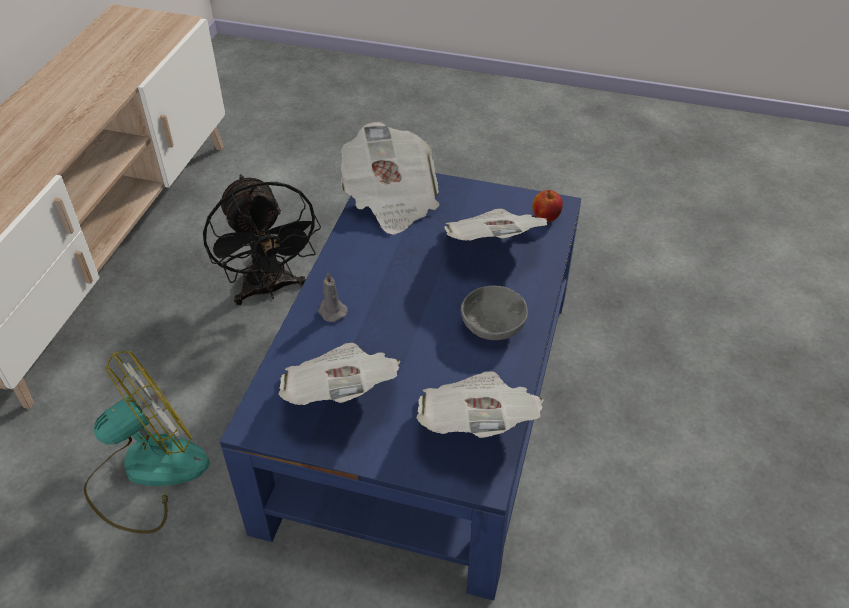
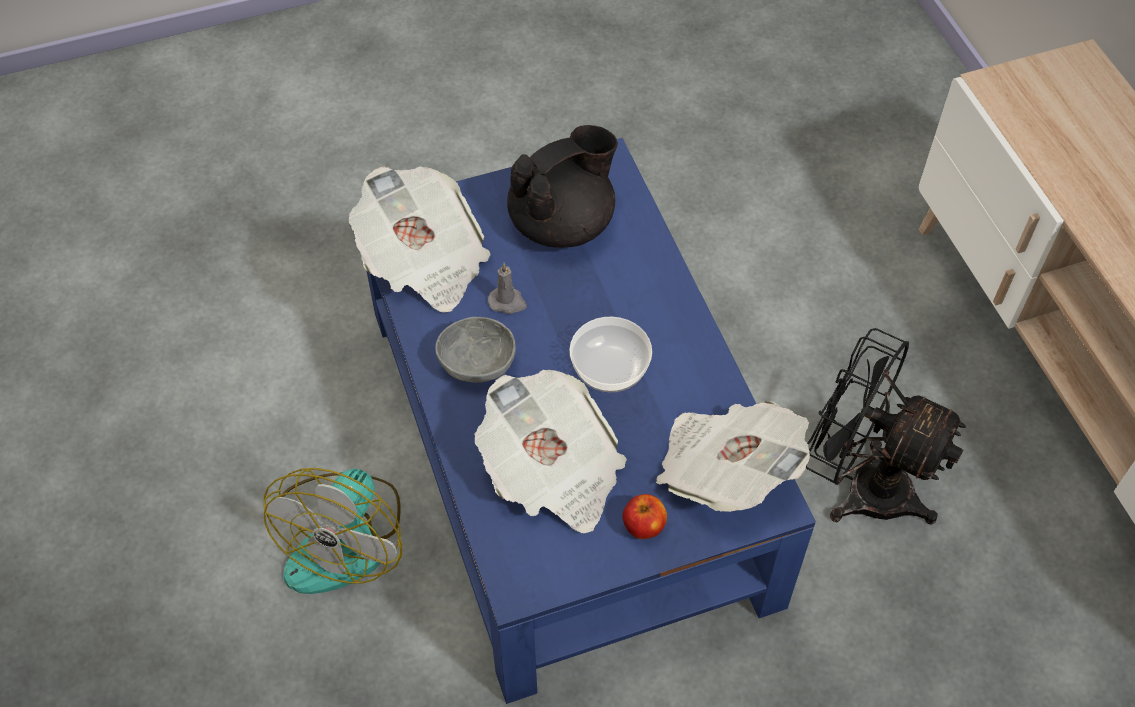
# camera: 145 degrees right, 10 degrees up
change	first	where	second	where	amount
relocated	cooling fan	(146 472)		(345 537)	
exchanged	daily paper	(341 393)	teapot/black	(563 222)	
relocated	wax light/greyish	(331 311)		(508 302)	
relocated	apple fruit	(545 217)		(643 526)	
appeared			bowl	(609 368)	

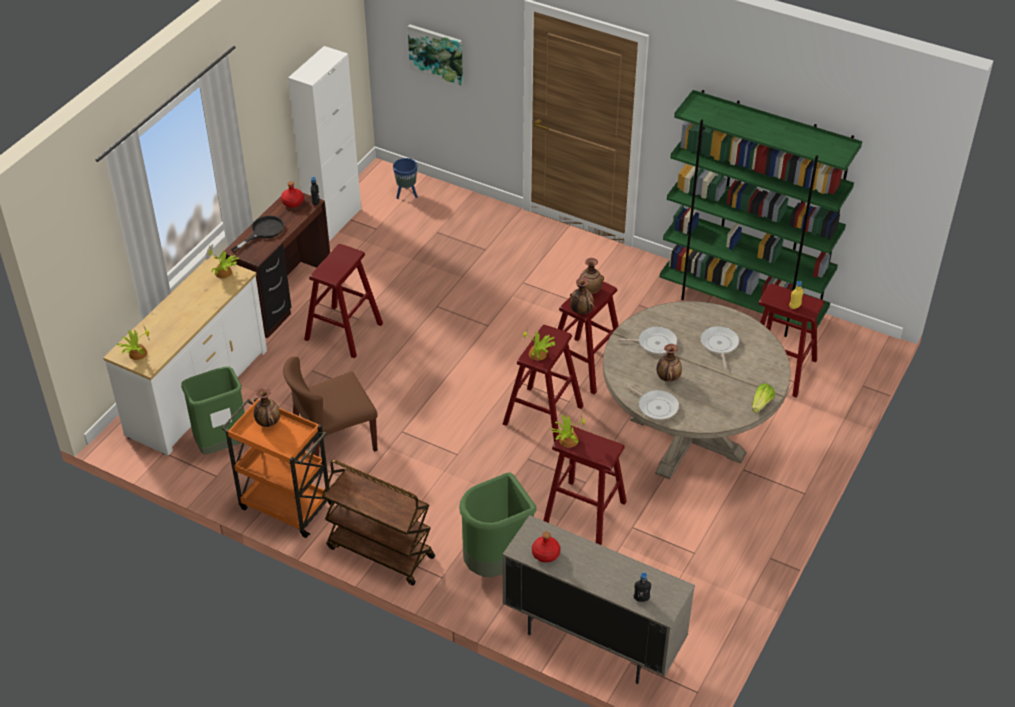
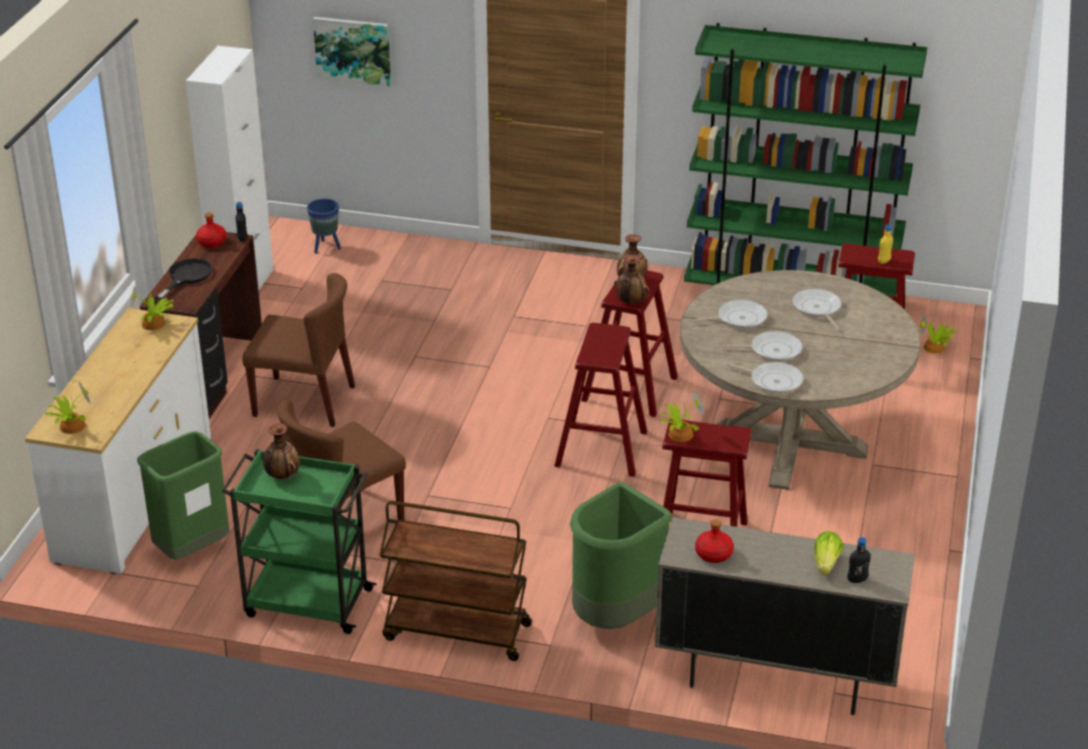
# camera: 15 degrees left, 10 degrees down
change	first	where	second	where	amount
colour	cart/orange	(285 505)	cart/green-coloured	(306 602)	
exchanged	sitting stool/red-coloured	(343 331)	plain chair/brown	(305 401)	
relocated	plant in a pot	(538 354)		(935 348)	
exchanged	flower vase	(668 377)	frying pan	(772 350)	
relocated	head of lettuce	(761 404)		(826 563)	

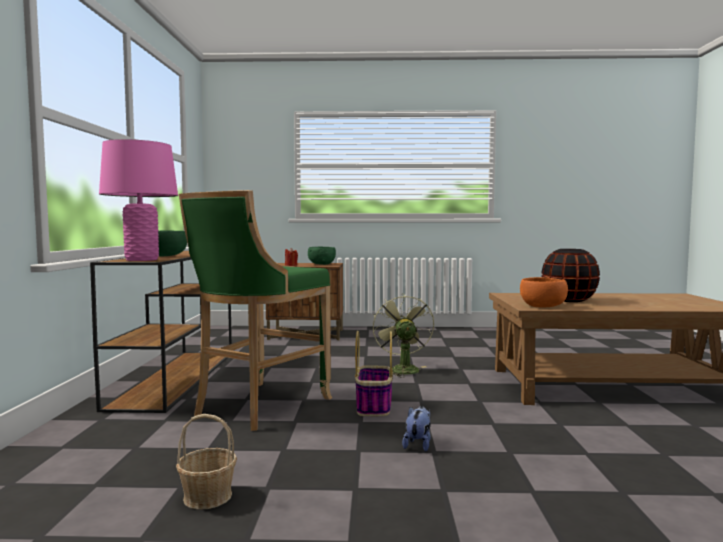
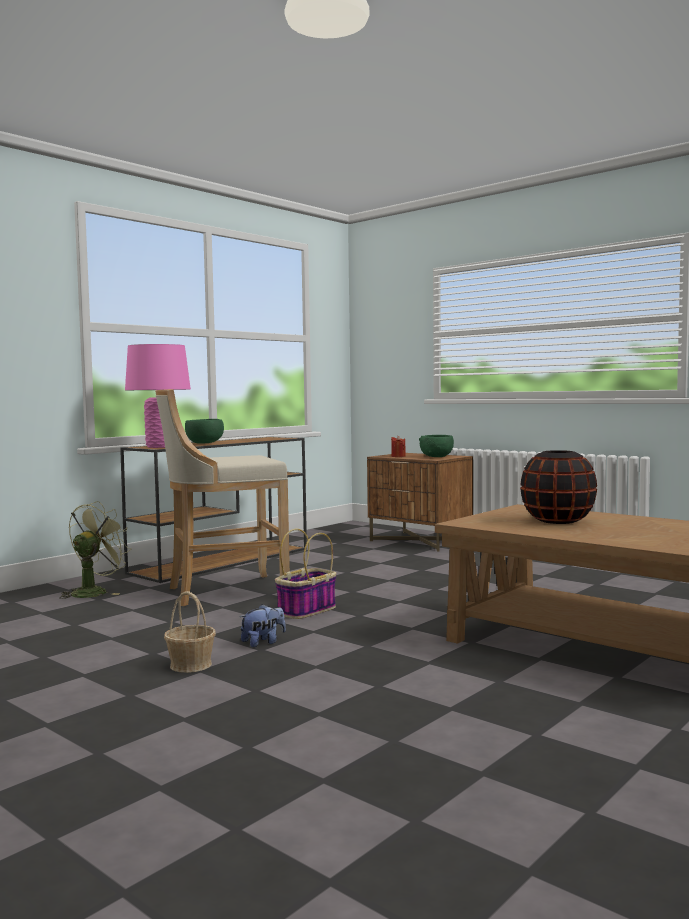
# camera: 40 degrees right, 0 degrees up
change	first	where	second	where	amount
relocated	storage basket	(207 496)		(191 665)	
colour	sitting stool/green-coloured	(258 407)	sitting stool/beige-coloured	(223 592)	
relocated	cooling fan/green-coloured	(402 369)		(94 592)	
missing	bowl/orange	(543 306)			

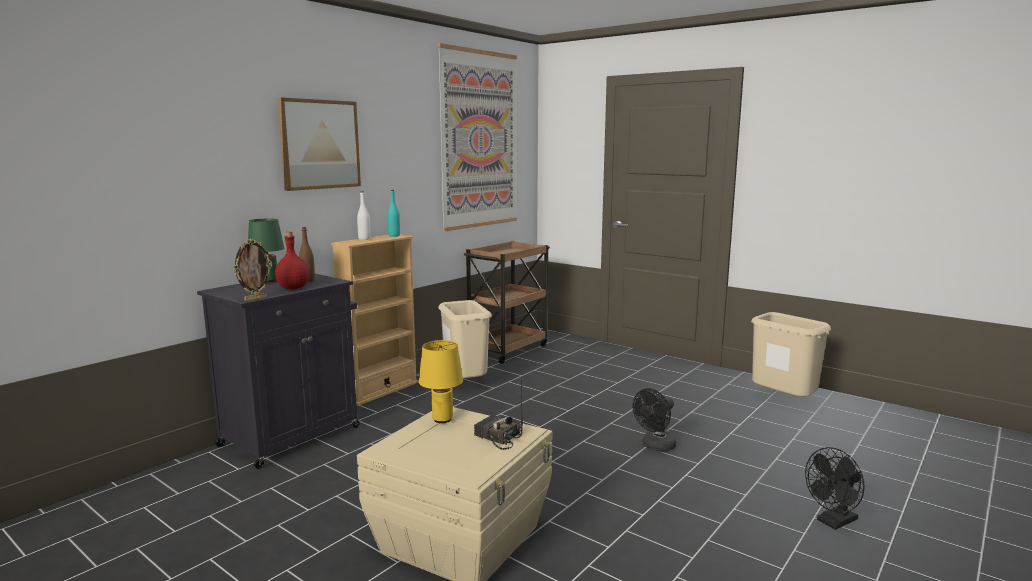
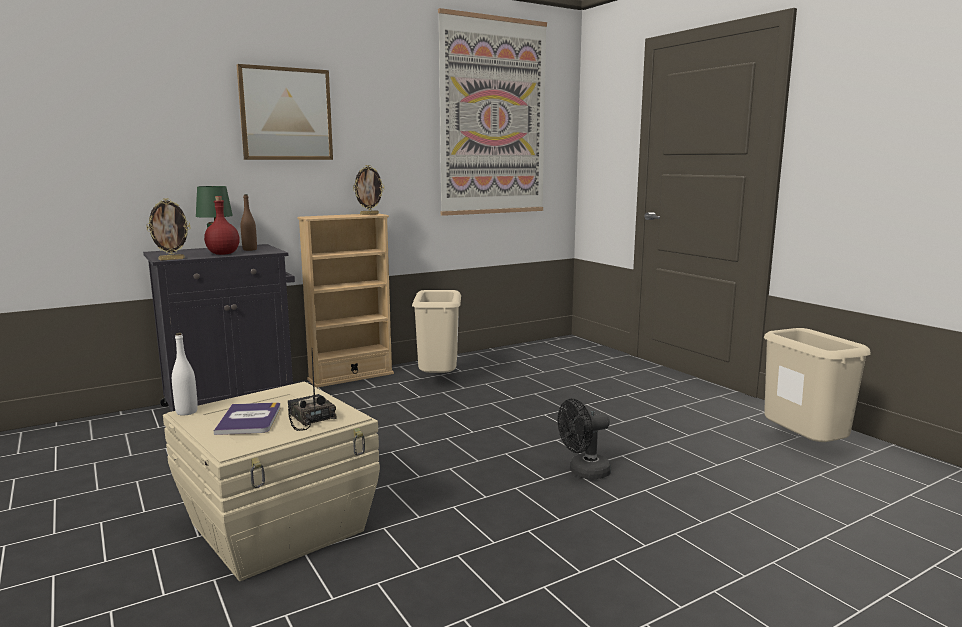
# camera: 20 degrees right, 0 degrees up
change	first	where	second	where	amount
relocated	drink bottle/white	(364 239)		(186 412)	
exchanged	drink bottle/turquoise-coloured	(394 236)	picture frame	(369 214)	
missing	table lamp/yellowish	(442 419)			
missing	cart/brown	(508 349)			
missing	cooling fan/black	(833 522)			
appeared			volume	(249 419)	

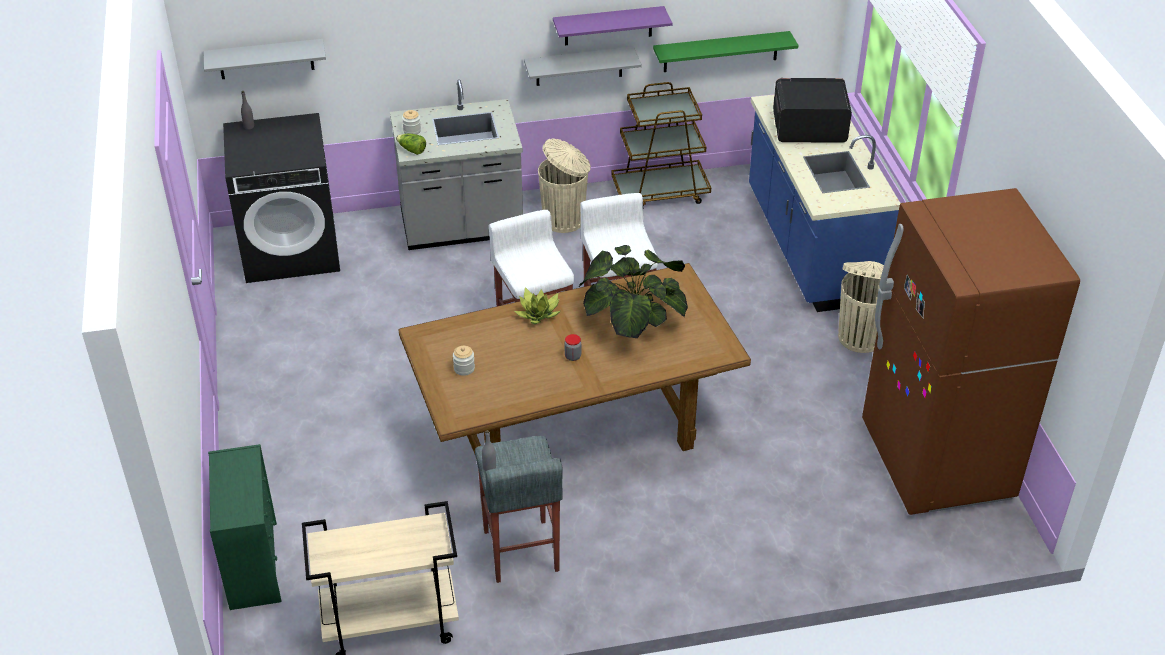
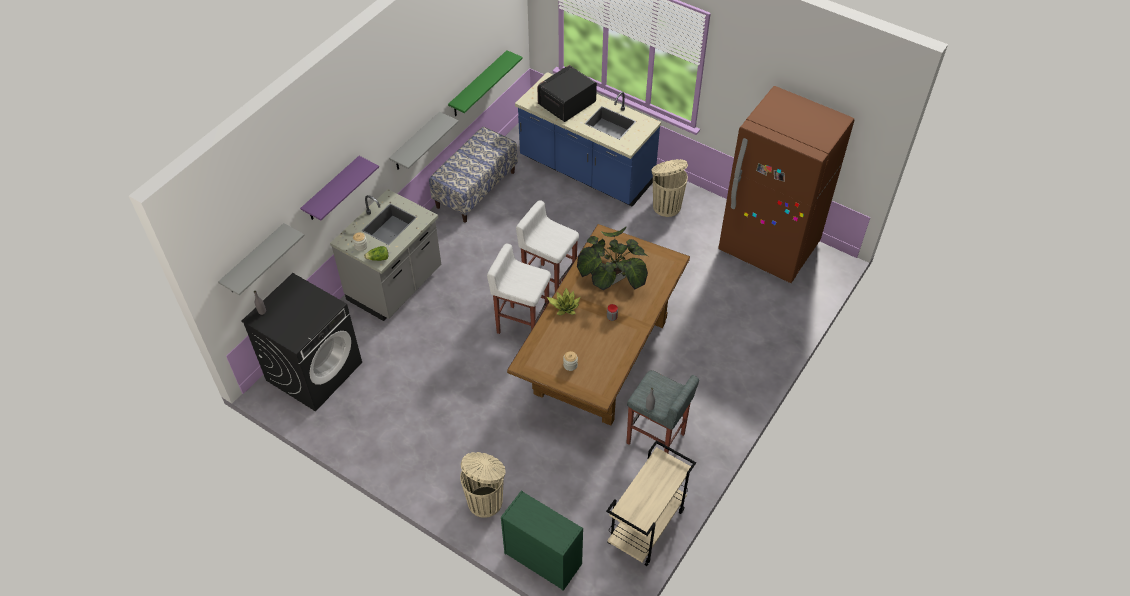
# camera: 45 degrees left, 10 degrees up
change	first	where	second	where	amount
relocated	rubbish bin/beige-coloured	(565 220)		(486 500)	
relocated	wall shelf/purplish	(608 26)		(332 190)	
exchanged	cart/brown	(661 192)	bench	(475 189)	

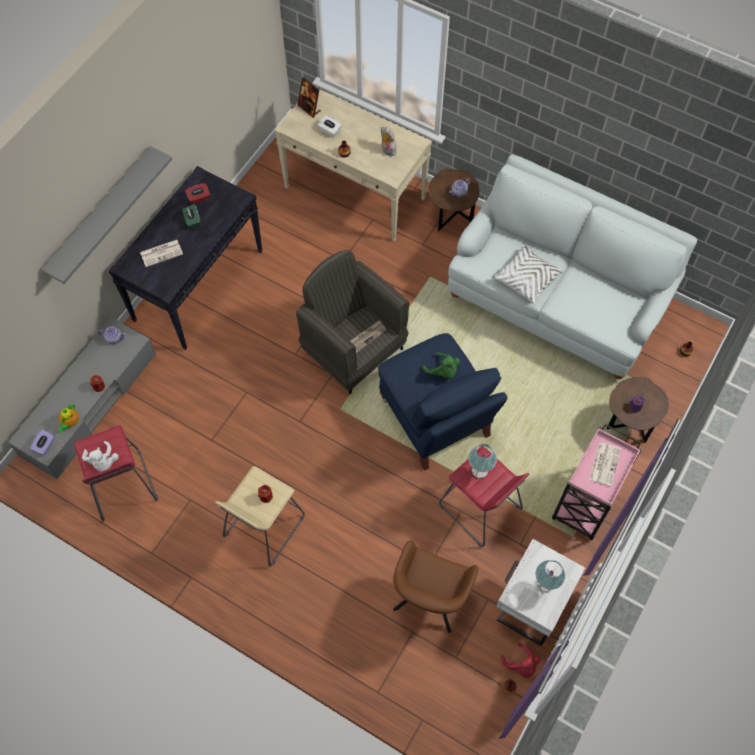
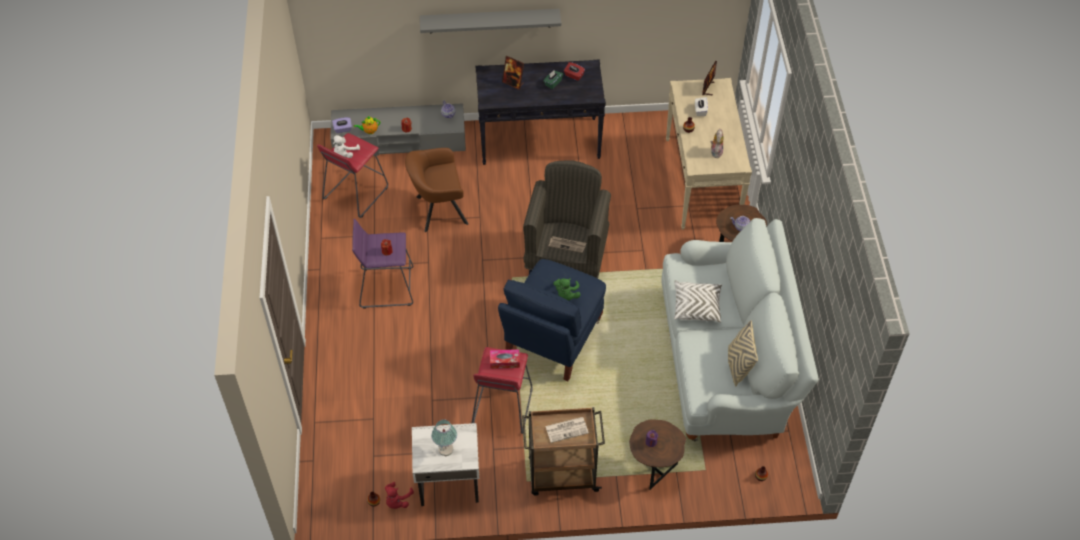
# camera: 55 degrees right, 10 degrees down
change	first	where	second	where	amount
exchanged	daily paper	(162 253)	picture frame	(513 83)	
colour	sitting stool/beige-coloured	(264 526)	sitting stool/purplish	(386 287)	
relocated	lounge chair/brown	(429 600)		(438 210)	
exchanged	table lamp	(479 470)	box of tissues	(504 361)	
colour	cart/pinkish	(585 503)	cart/brown	(561 475)	
appeared			pillow/beige-coloured	(738 366)	

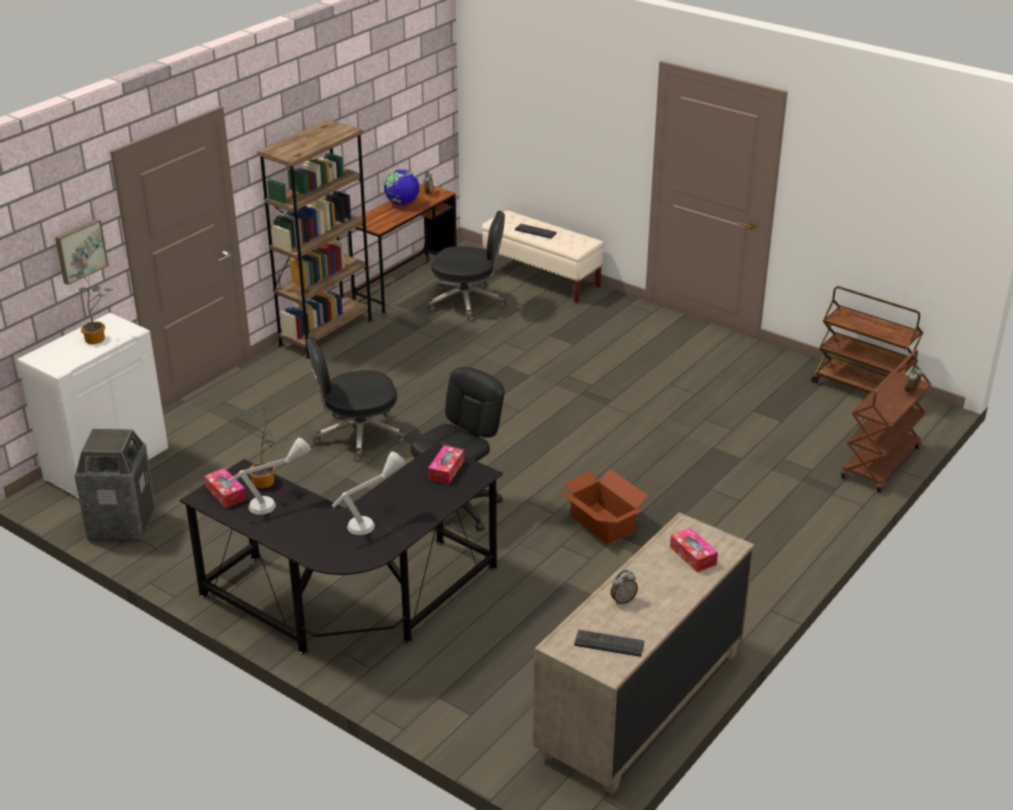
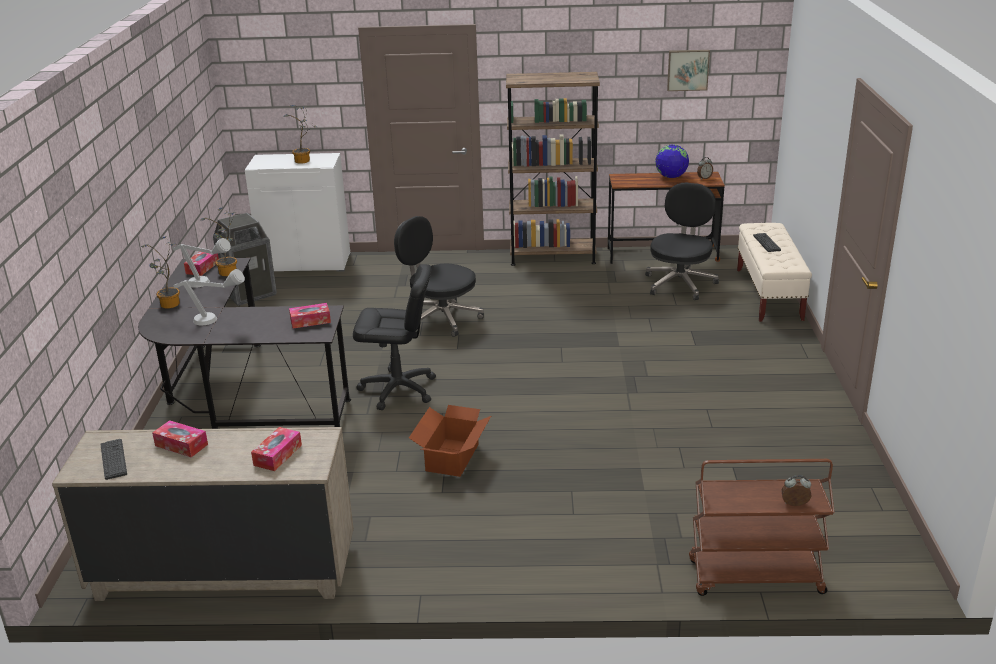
# camera: 55 degrees right, 5 degrees down
change	first	where	second	where	amount
relocated	picture	(80 250)		(687 70)	
spun	desk chair/black	(468 302)		(680 283)	135 degrees counterclockwise
exchanged	alarm clock	(623 600)	box of tissues	(181 445)	
missing	cart/brown	(862 389)			
appeared			plant in a pot	(169 305)	

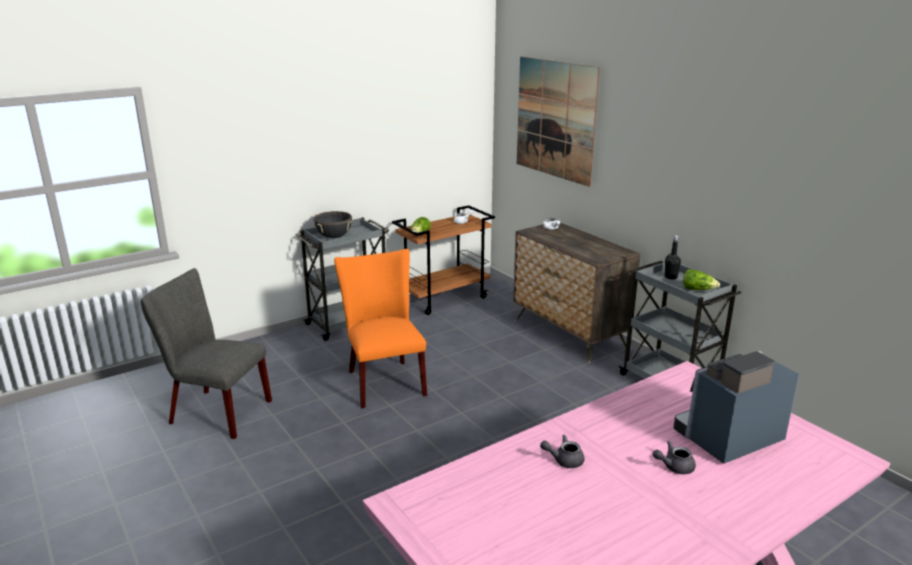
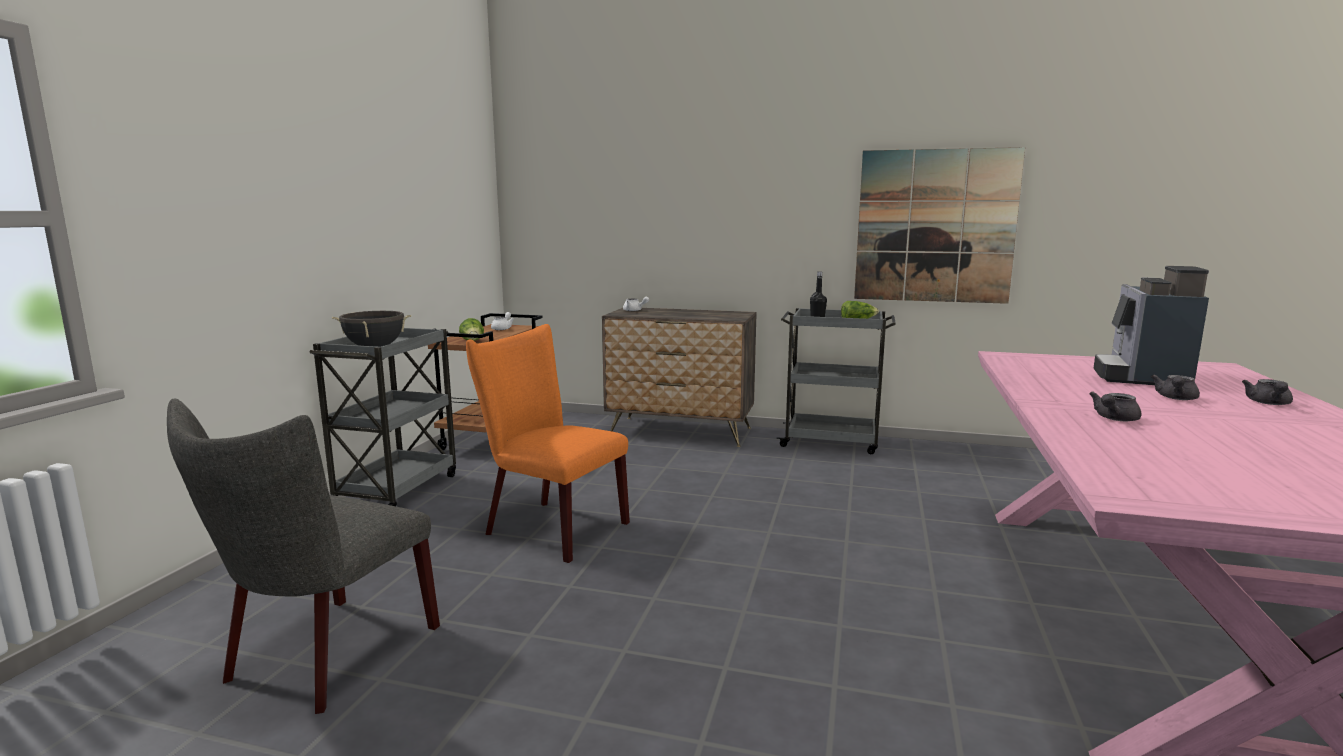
# camera: 40 degrees left, 10 degrees down
change	first	where	second	where	amount
spun	plain chair/greyish	(214 411)		(324 658)	45 degrees counterclockwise
relocated	picture	(555 119)		(935 226)	
appeared			teapot/greyish	(1268 403)	

